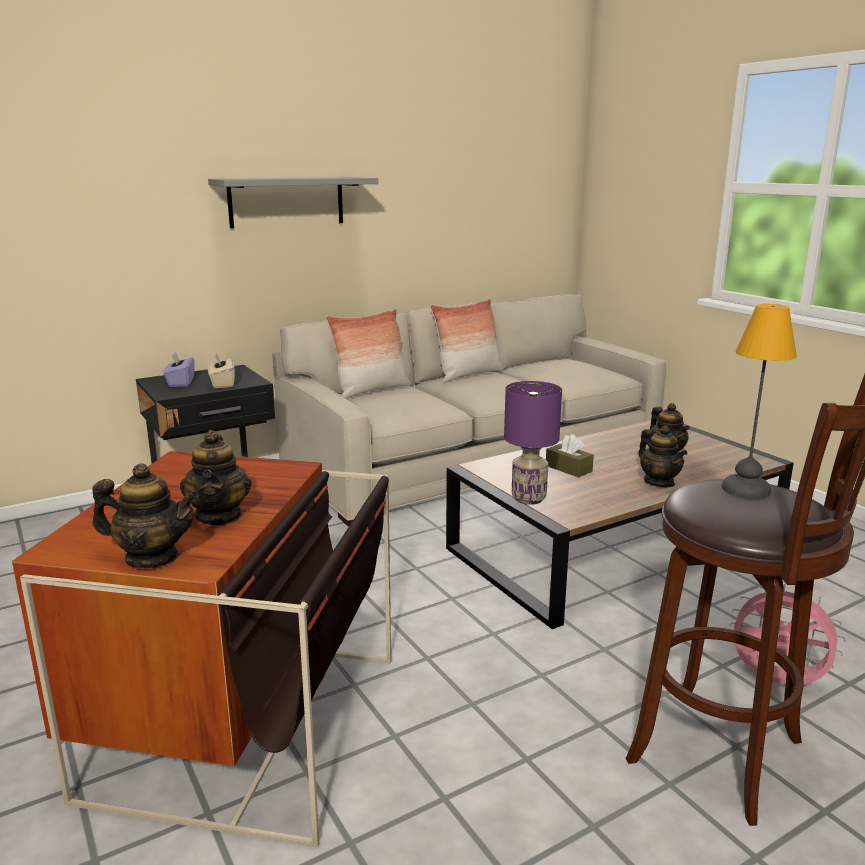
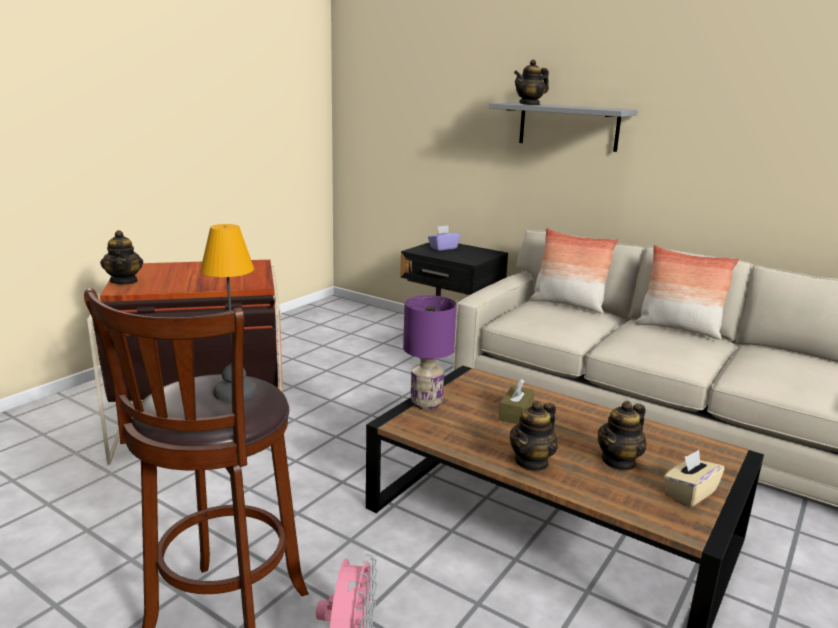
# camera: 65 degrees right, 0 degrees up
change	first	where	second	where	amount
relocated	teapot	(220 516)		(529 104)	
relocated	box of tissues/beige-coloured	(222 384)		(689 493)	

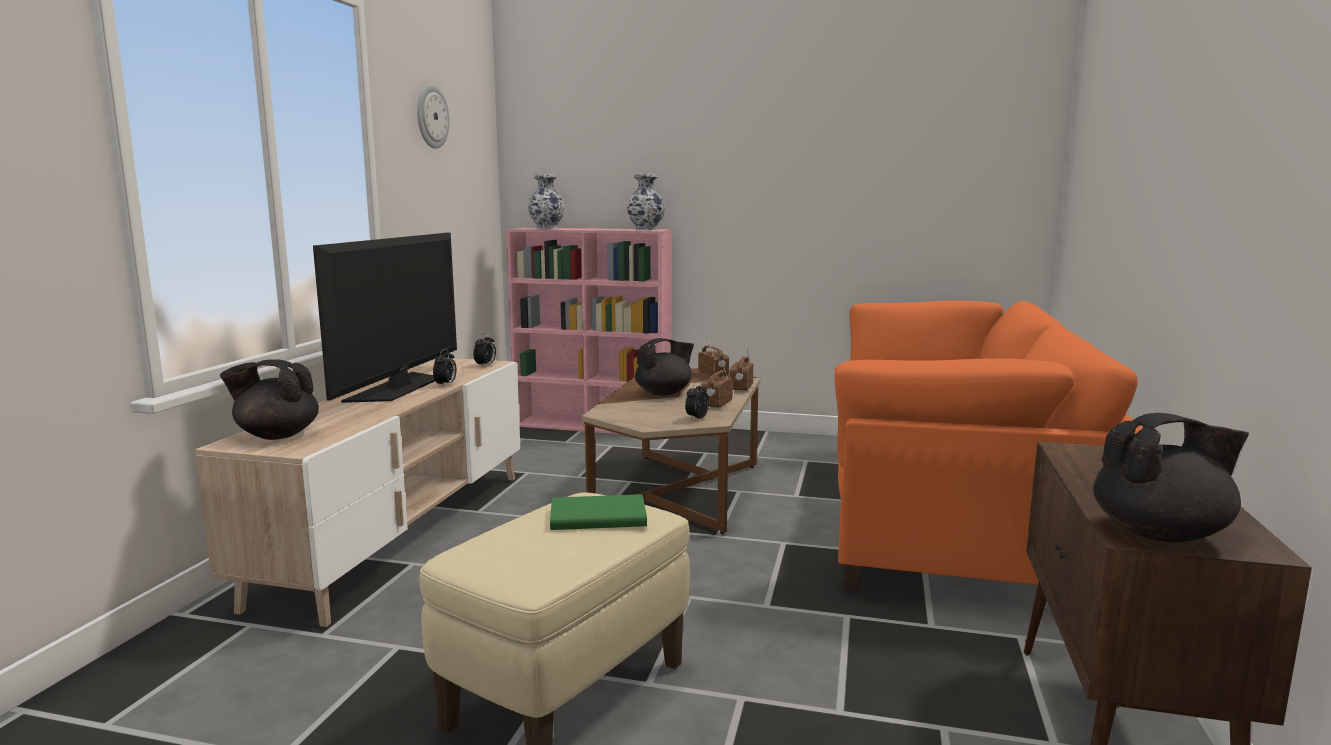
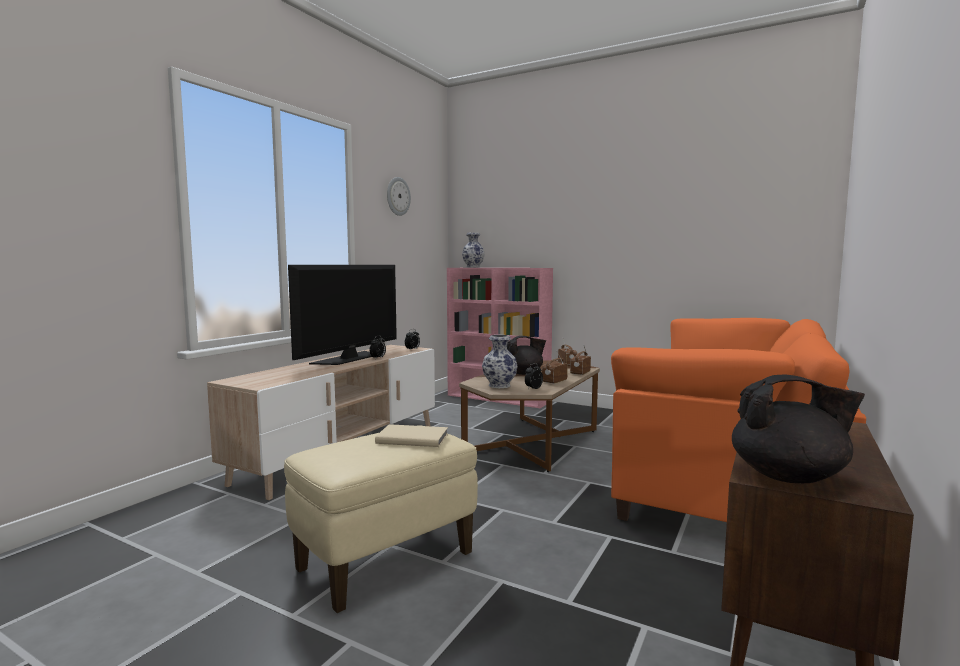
# camera: 15 degrees right, 5 degrees down
change	first	where	second	where	amount
missing	teapot/black	(276 435)			
colour	volume/green-coloured	(596 516)	volume/beige-coloured	(412 438)	
relocated	flower vase	(646 229)		(499 385)	

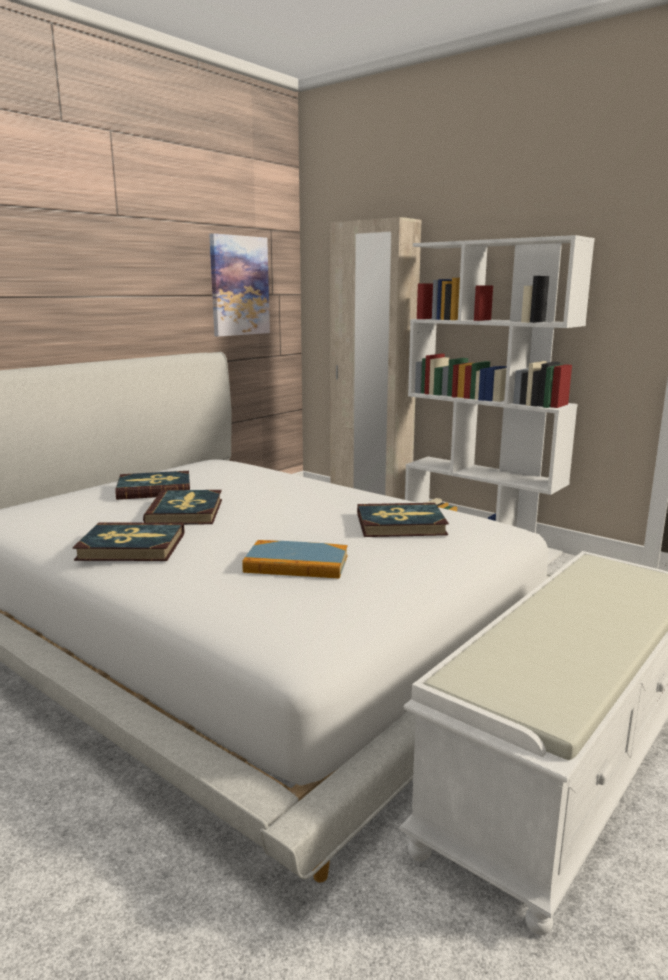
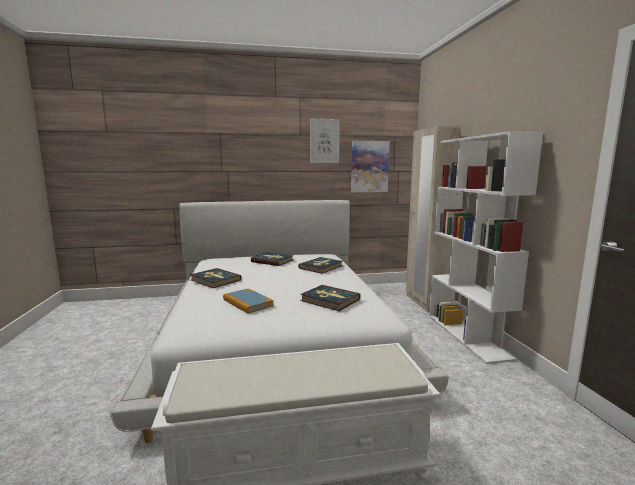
# camera: 40 degrees right, 5 degrees down
change	first	where	second	where	amount
relocated	volume	(186 512)		(321 267)	
appeared			picture	(324 141)	

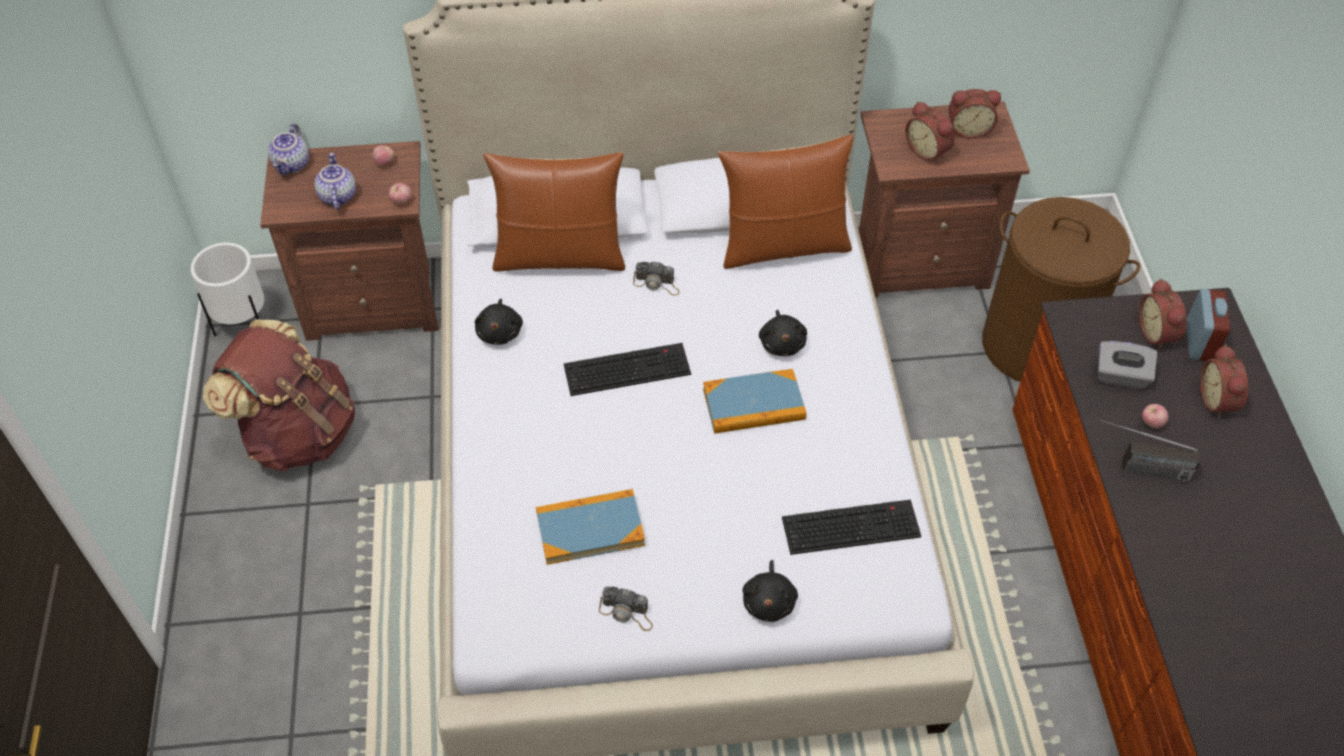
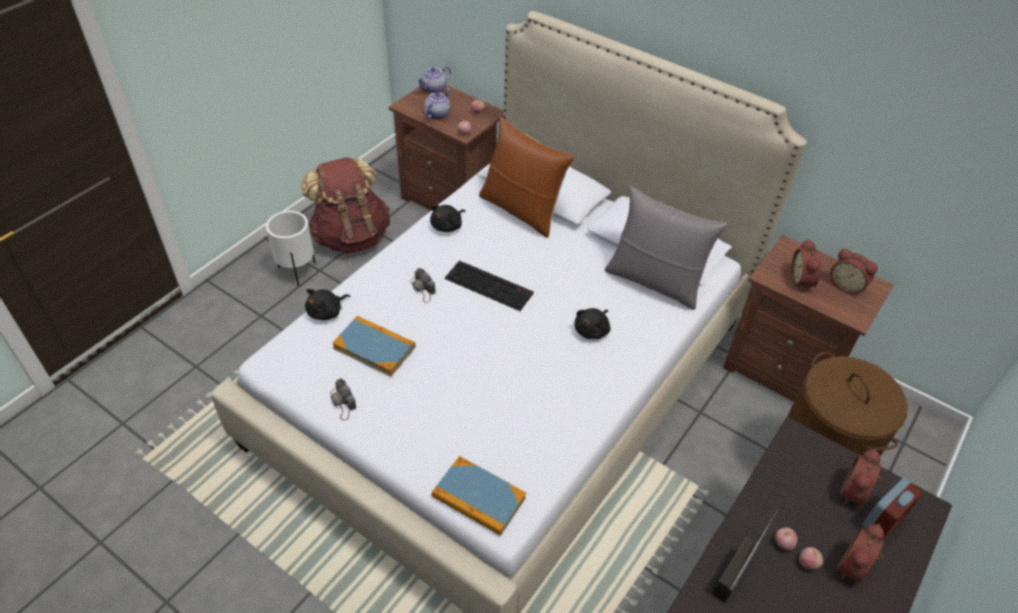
# camera: 40 degrees right, 5 degrees down
change	first	where	second	where	amount
relocated	plant pot/white	(244 326)		(298 272)	
relocated	photo camera	(657 284)		(423 289)	
relocated	volume	(753 405)		(478 497)	
colour	pillow/brown	(783 246)	pillow/greyish	(654 281)	
relocated	cuddly toy/black	(769 601)		(327 312)	
missing	PC keyboard	(852 525)			
missing	box of tissues/greyish	(1121 376)			
spun	radio set	(1137 469)		(738 563)	75 degrees clockwise
appeared			apple fruit	(808 563)	

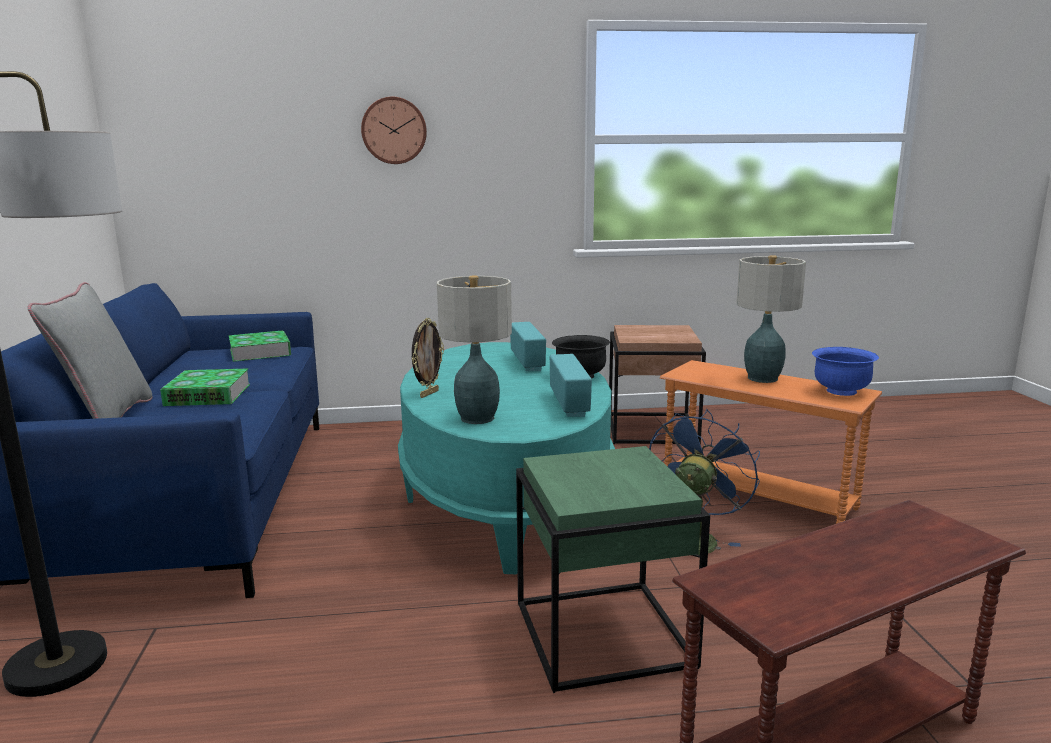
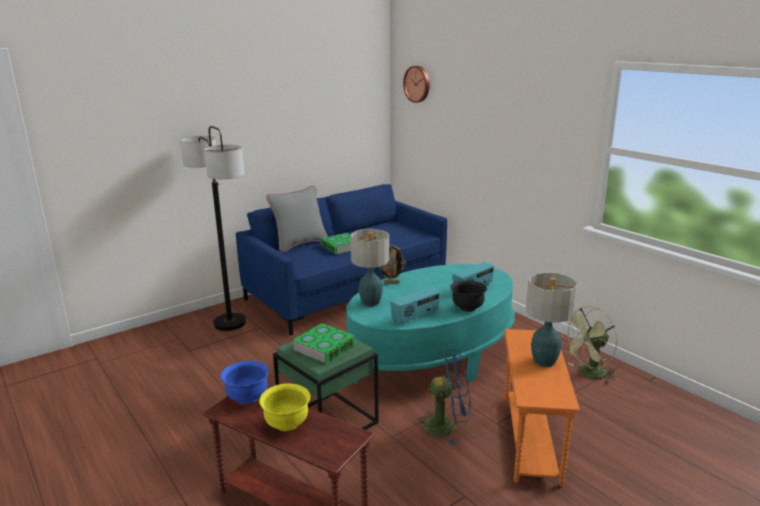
# camera: 60 degrees right, 5 degrees up
change	first	where	second	where	amount
relocated	volume	(260 352)		(324 348)	
relocated	hanging clock	(394 130)		(417 84)	
exchanged	end table/brown	(652 429)	cooling fan/green-coloured	(588 374)	
relocated	bowl/bluish	(840 391)		(247 397)	
appeared			bowl/yellowish	(286 424)	

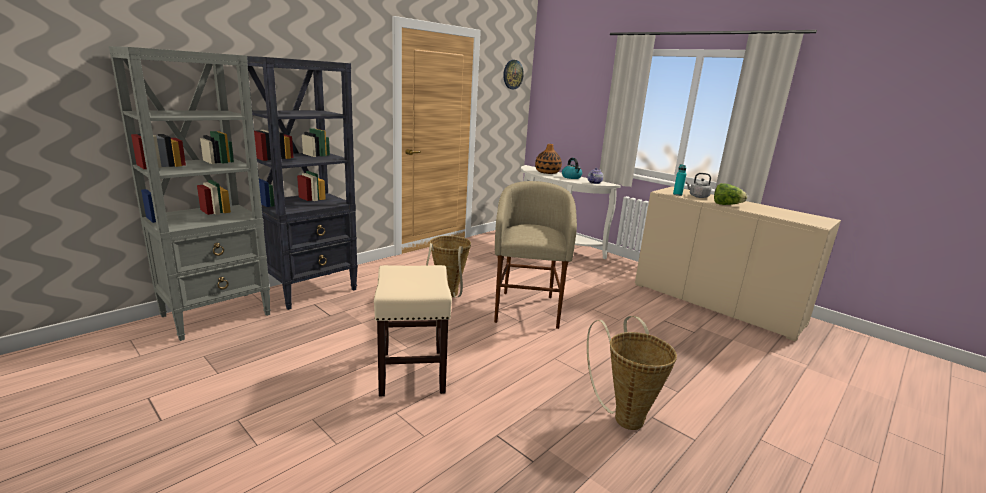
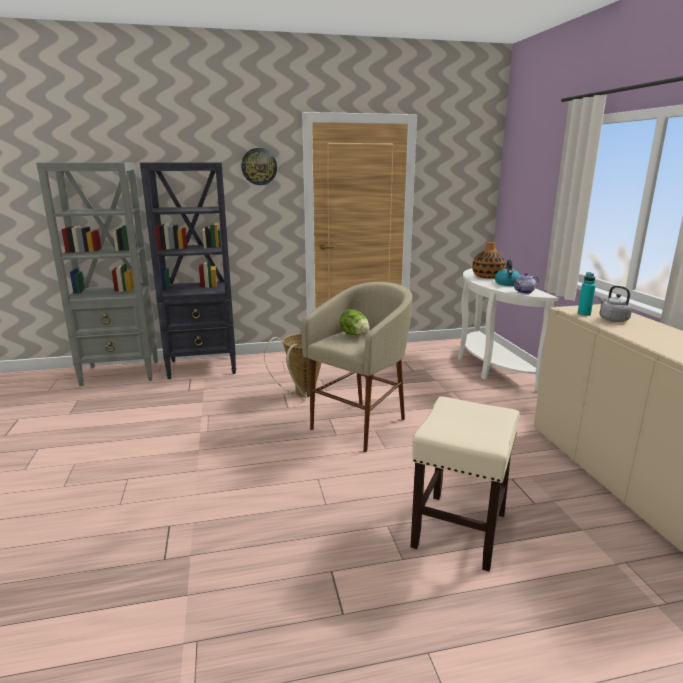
# camera: 35 degrees right, 0 degrees up
change	first	where	second	where	amount
relocated	sitting stool/beige-coloured	(412 372)		(459 530)	
relocated	hanging clock	(512 74)		(259 166)	
missing	storage basket	(624 416)			
relocated	head of lettuce	(726 205)		(355 335)	

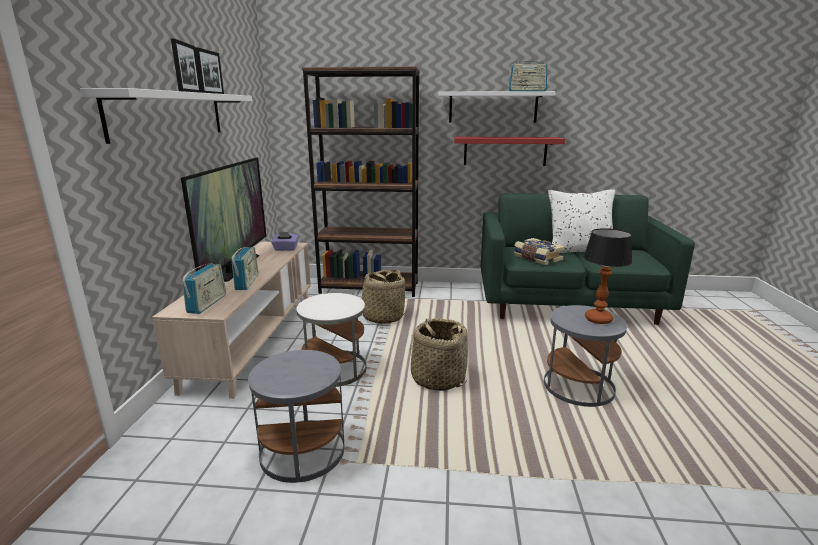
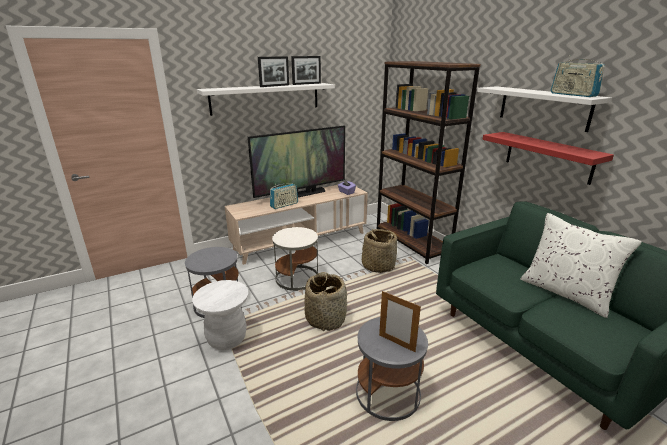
# camera: 55 degrees right, 5 degrees up
change	first	where	second	where	amount
missing	radio set	(207 304)			
missing	volume	(537 258)			
exchanged	table lamp	(598 319)	picture frame	(396 343)	
appeared			sitting stool/white	(227 339)	

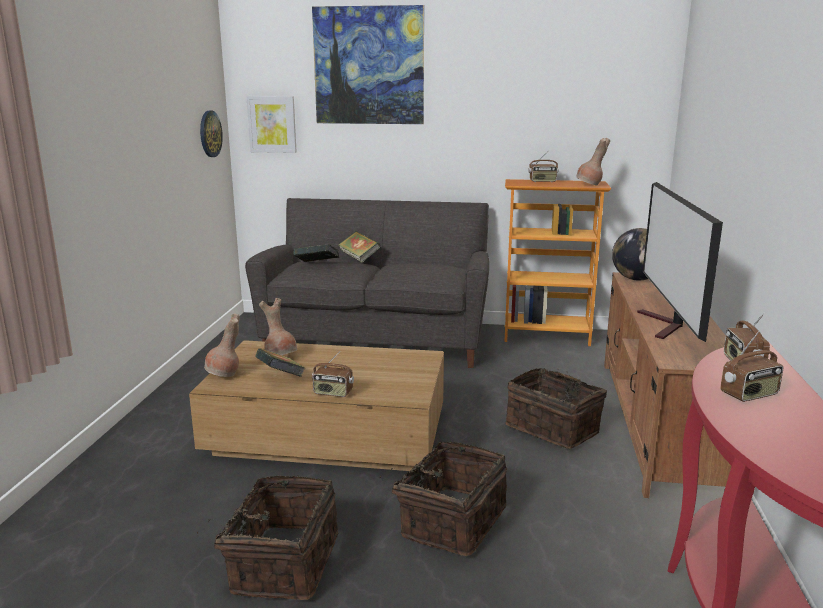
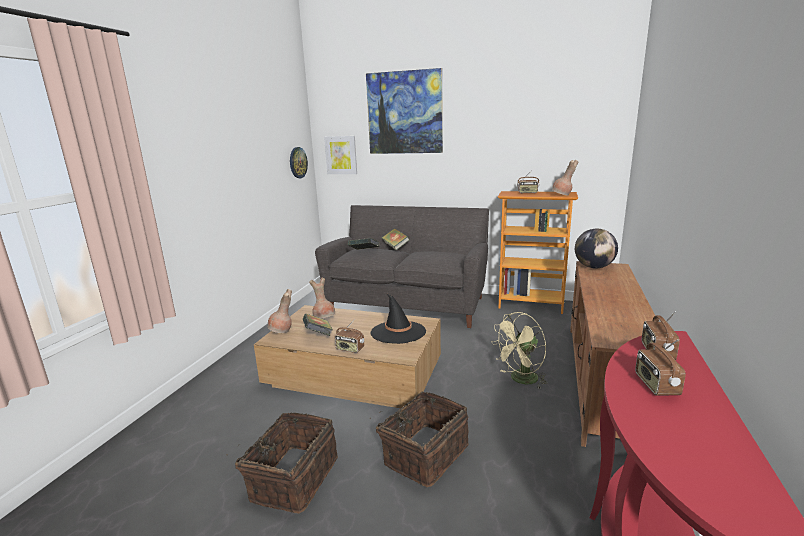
# camera: 10 degrees right, 0 degrees up
change	first	where	second	where	amount
exchanged	storage basket	(553 428)	cooling fan/beige-coloured	(520 380)	
missing	television	(666 326)			
spun	radio set	(749 395)		(655 385)	105 degrees clockwise
appeared			wearable hat/black	(398 332)	

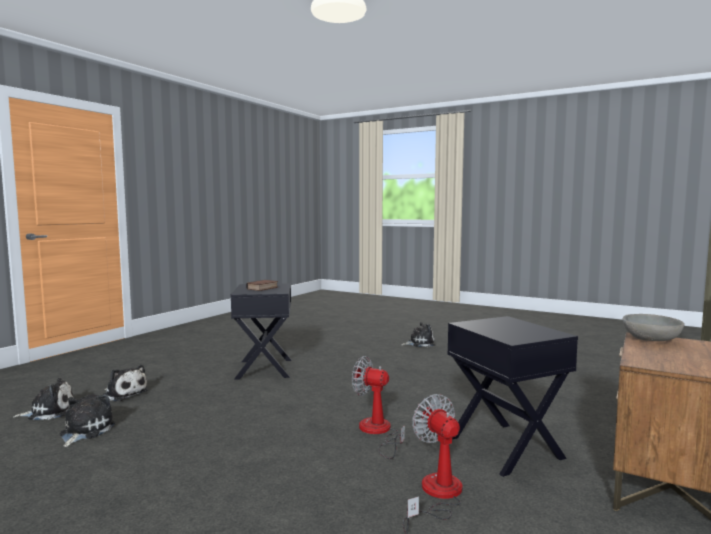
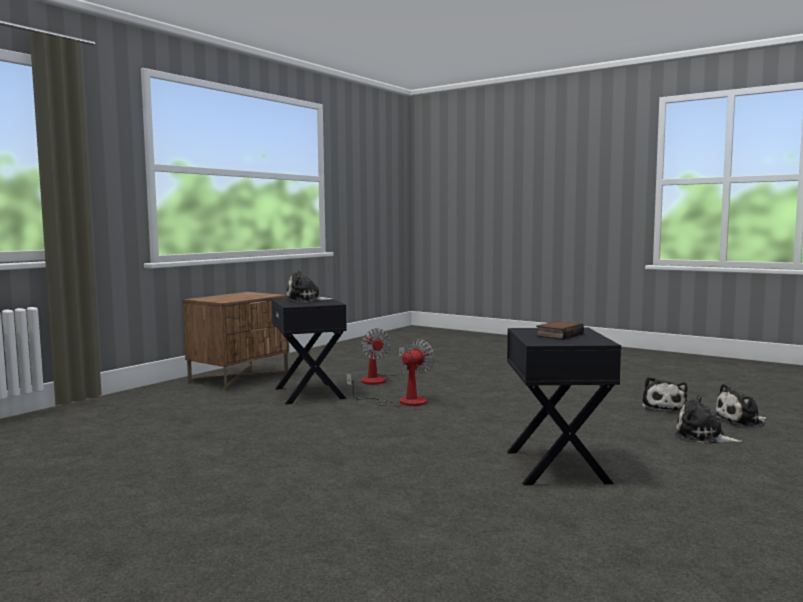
# camera: 175 degrees left, 0 degrees up
change	first	where	second	where	amount
spun	cooling fan	(378 432)		(402 402)	75 degrees counterclockwise
relocated	cuddly toy	(419 343)		(306 300)	
missing	bowl/greyish	(650 340)			

